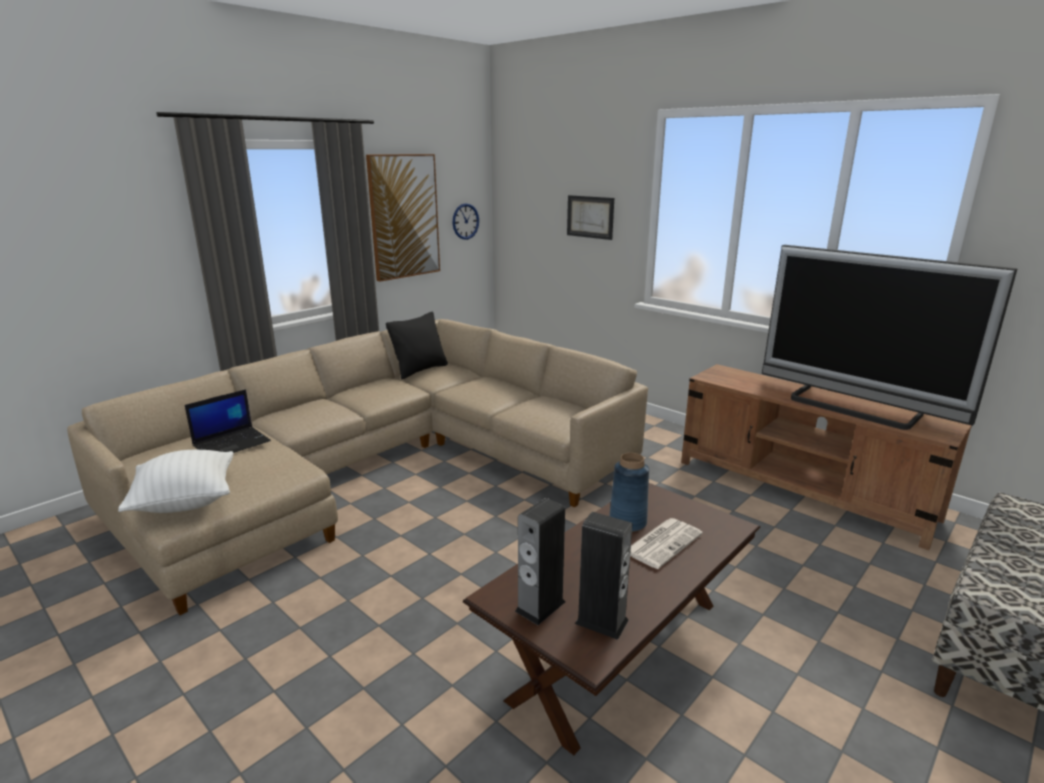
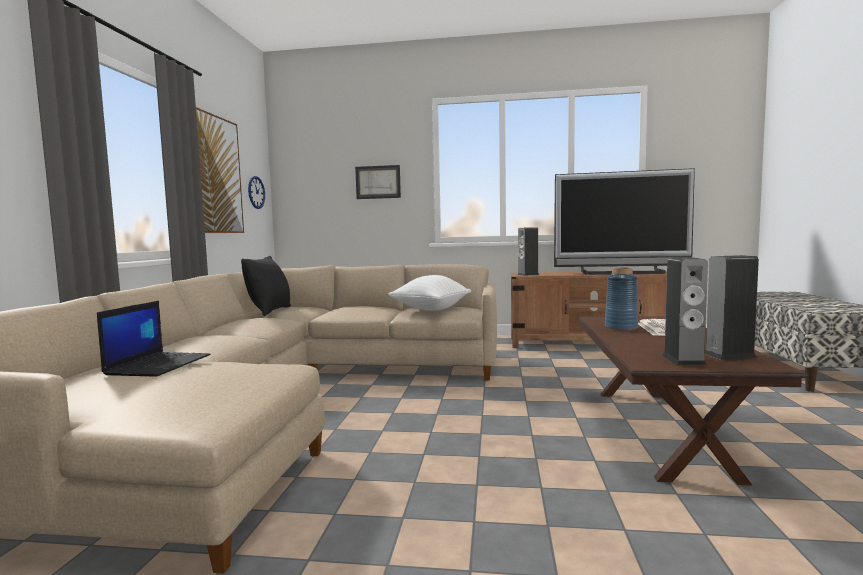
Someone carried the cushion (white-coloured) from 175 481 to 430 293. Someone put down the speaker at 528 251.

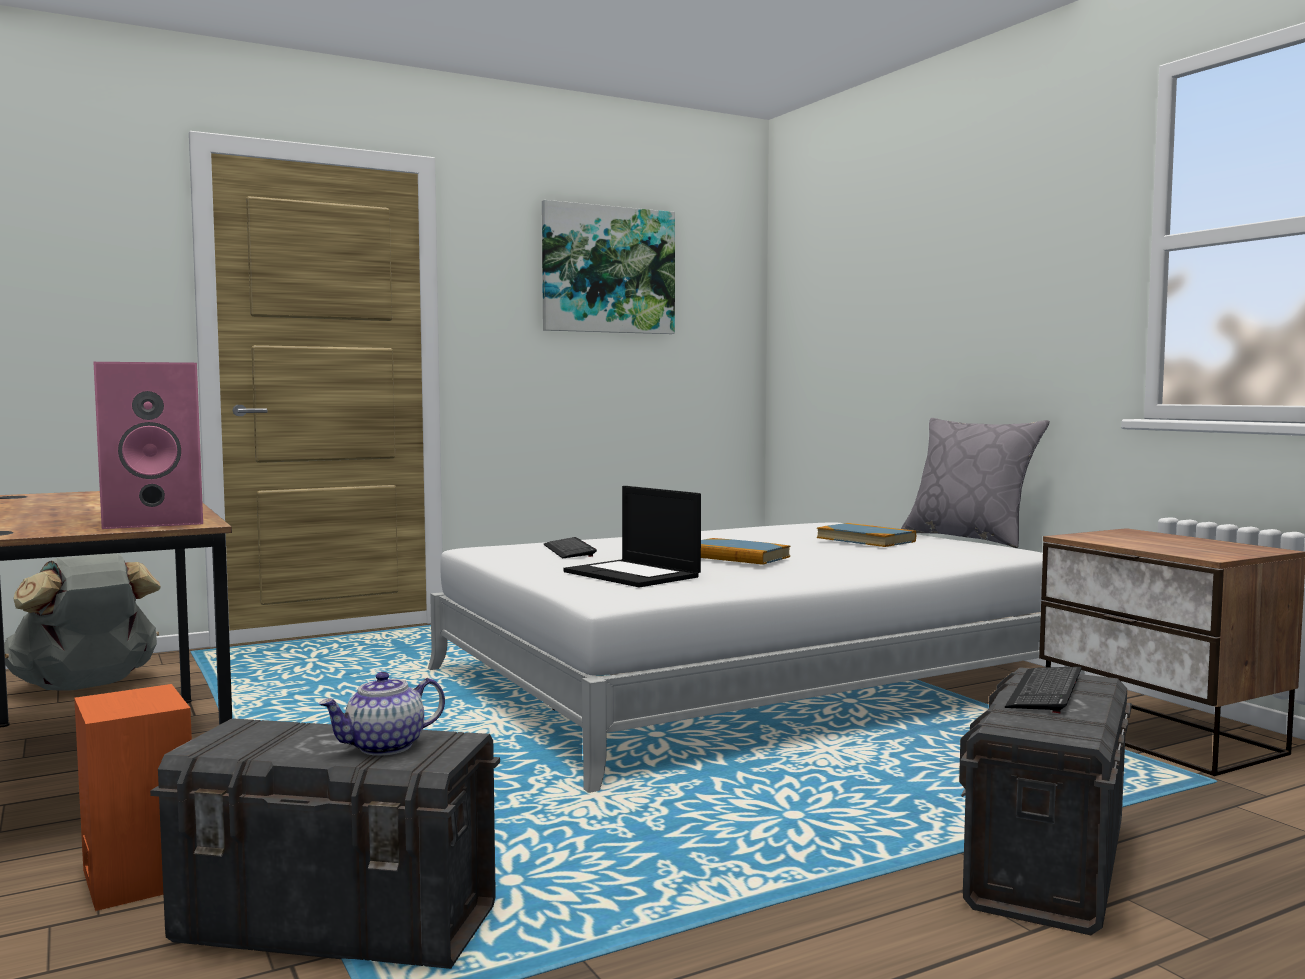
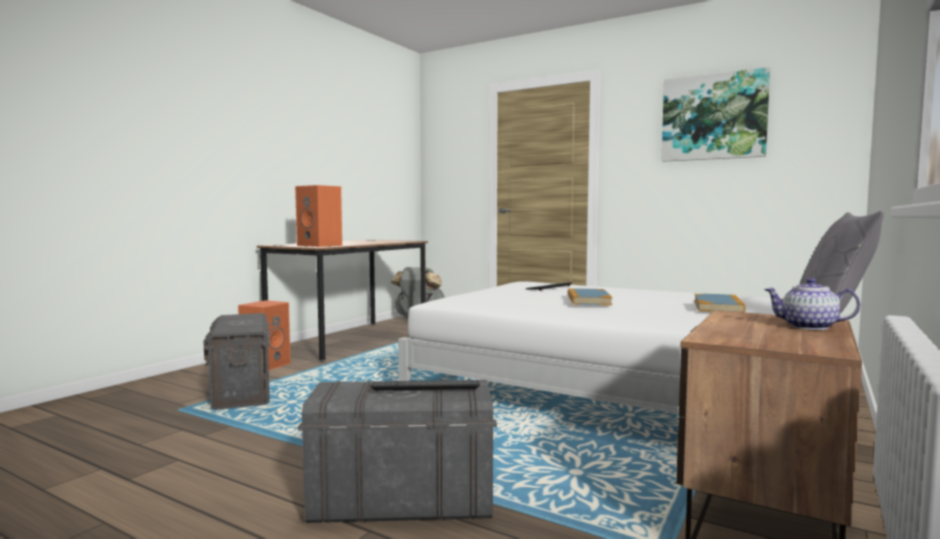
Someone repainted the speaker (pink-coloured) at 148 445, which became the speaker (orange-coloured) at 318 216. Someone carried the pot for tea from 382 714 to 812 304. Someone took away the notebook computer at 632 536.

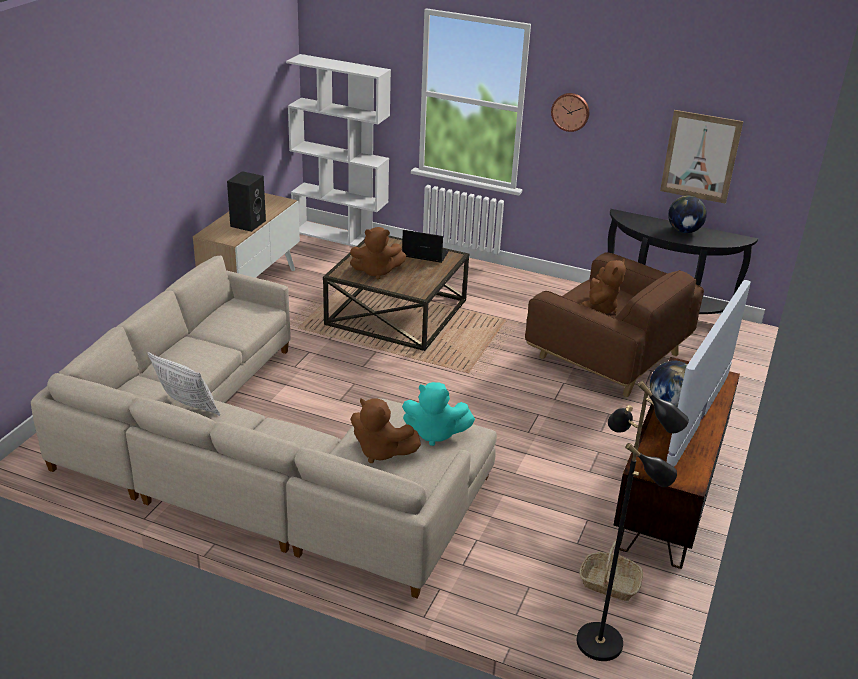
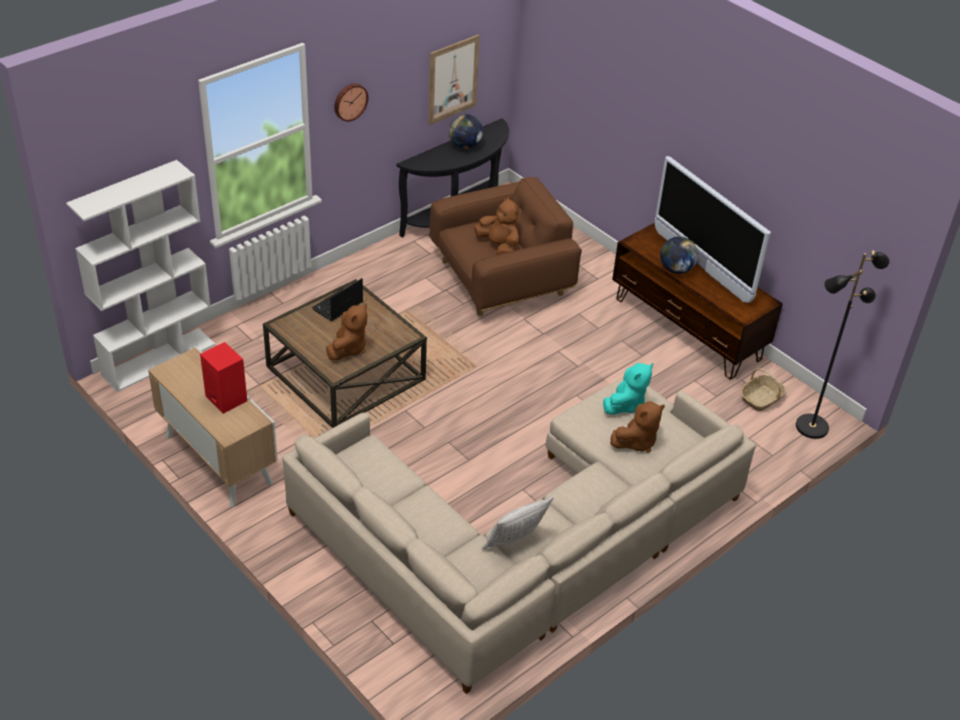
Someone repainted the speaker (blackish) at 246 201, which became the speaker (red) at 223 378.

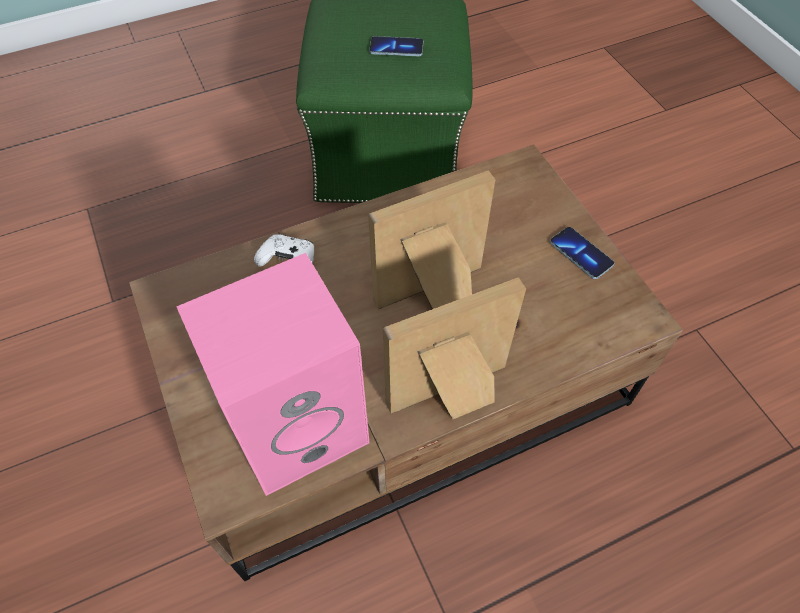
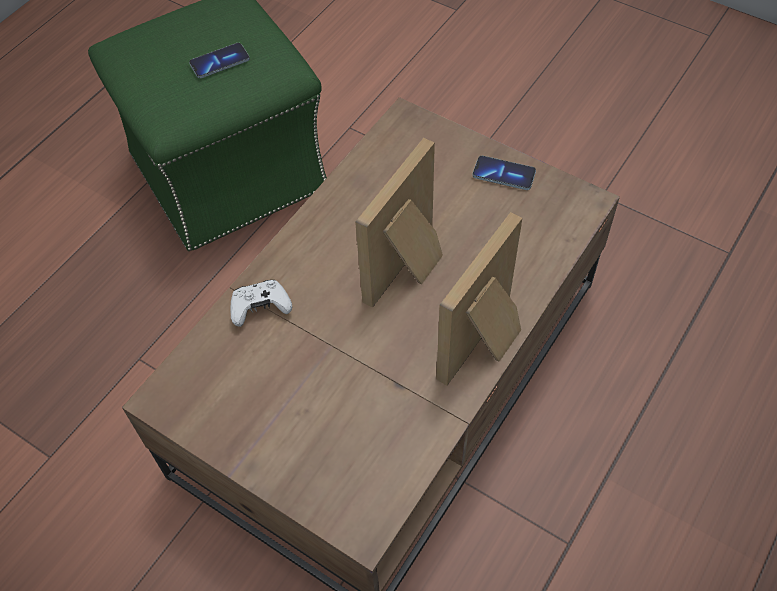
Someone took away the speaker (pink-coloured) at 272 374.

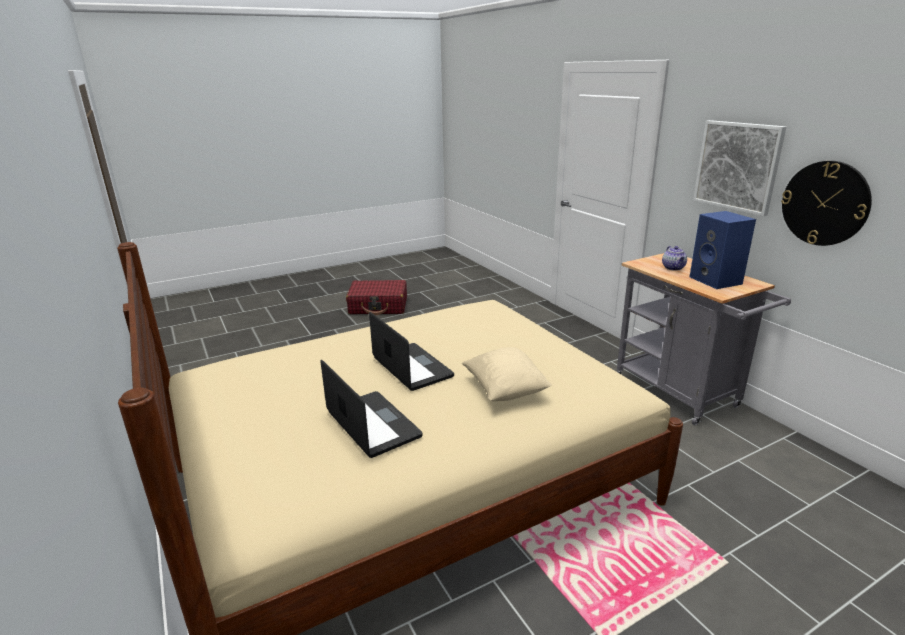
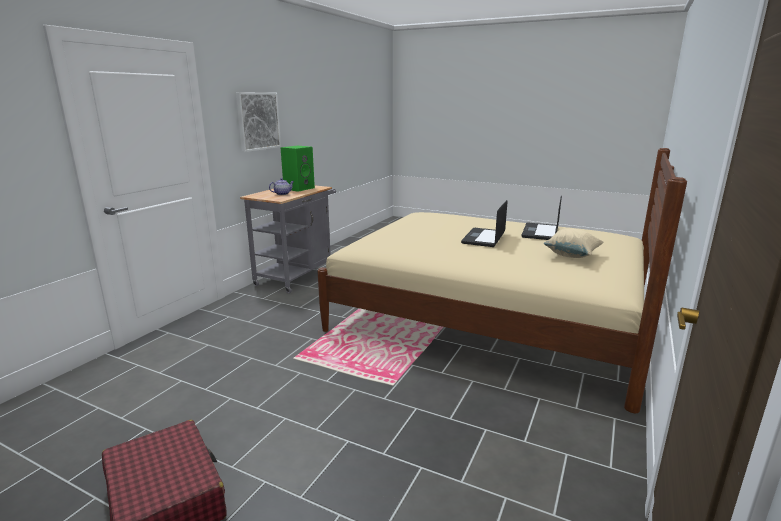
Someone carried the cushion (beige) from 507 374 to 574 243. Someone repainted the speaker (bluish) at 723 250, which became the speaker (green-coloured) at 297 169. Someone took away the clock on the wall at 826 203.

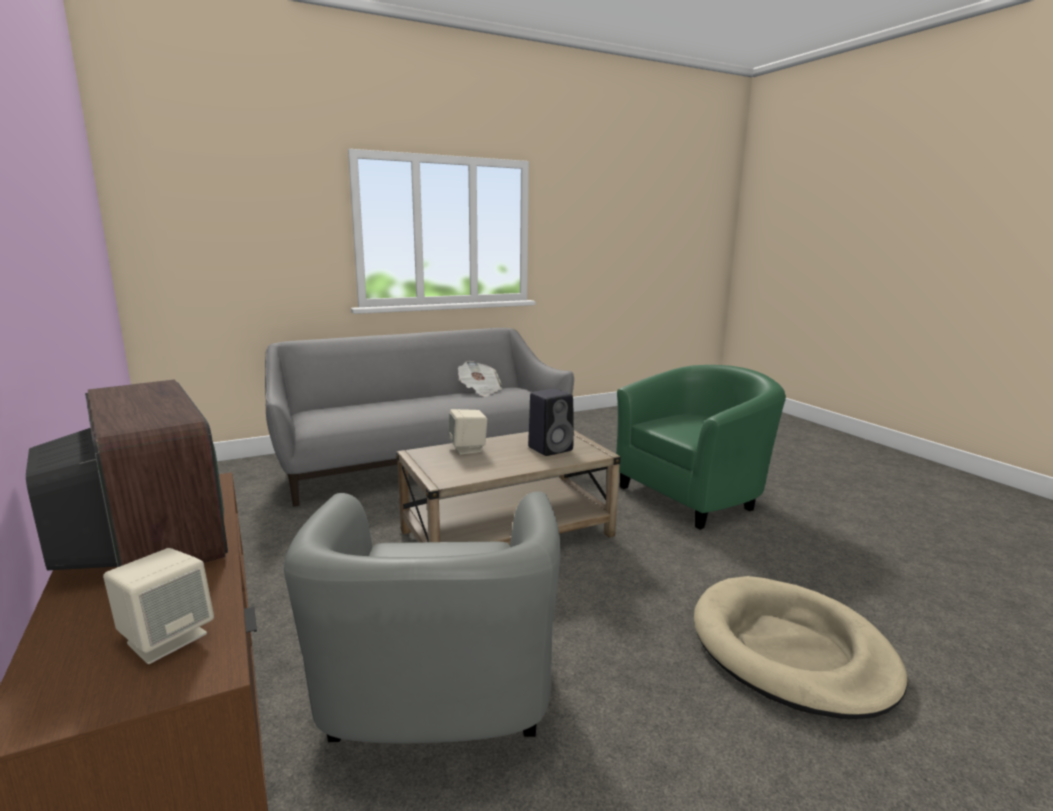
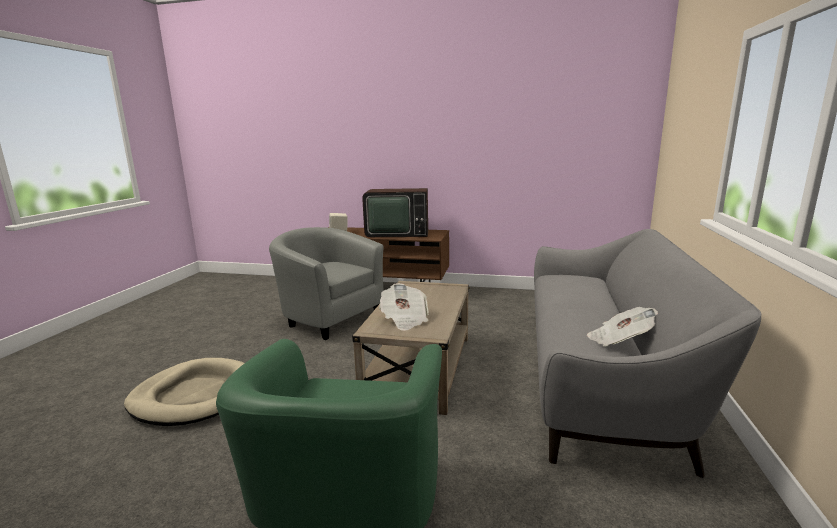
Someone took away the speaker (beige) at 467 432. Someone swapped the speaker (blackish) at 551 422 for the printed paper at 404 307.

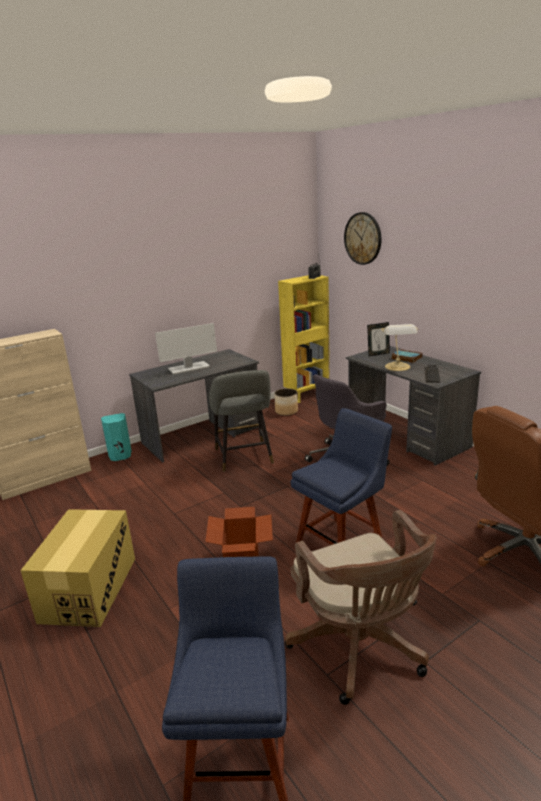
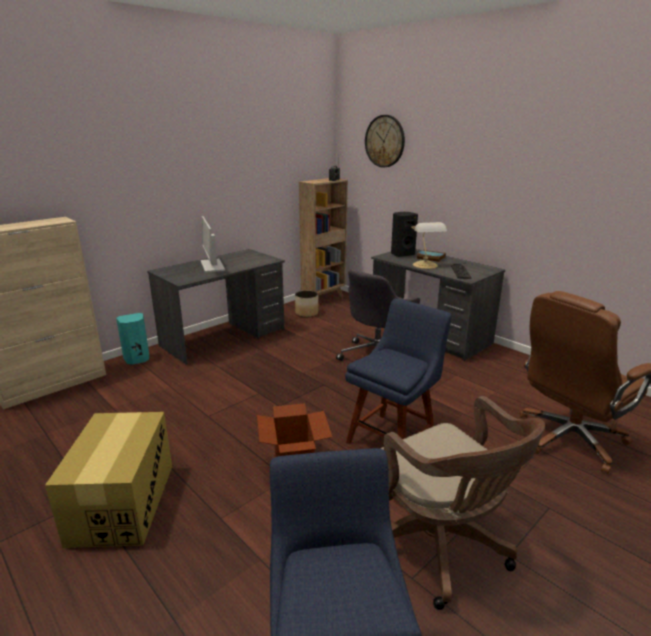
Someone rotated the monitor at 186 349 by 105 degrees clockwise. Someone took away the stool (grey) at 241 421. Someone repainted the bookcase (yellowish) at 304 339, which became the bookcase (brown-coloured) at 323 242. Someone swapped the photo frame at 378 339 for the speaker (blackish) at 404 234.

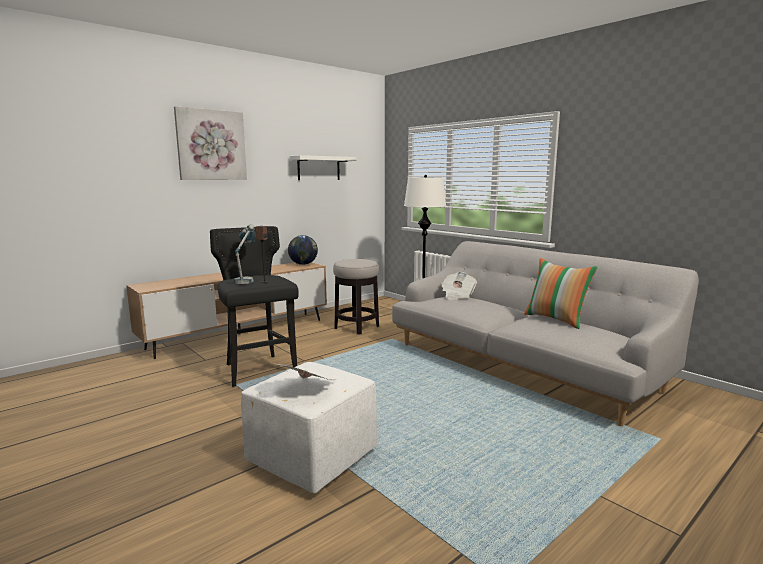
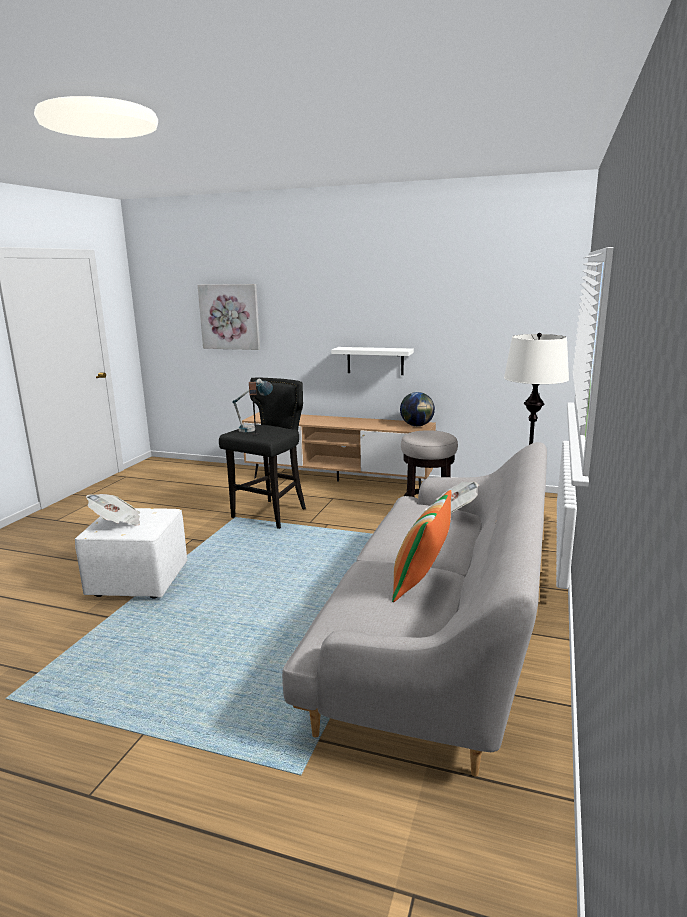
Someone carried the wall picture from 210 143 to 229 317. Someone carried the wall shelf (white-coloured) from 322 167 to 372 361.

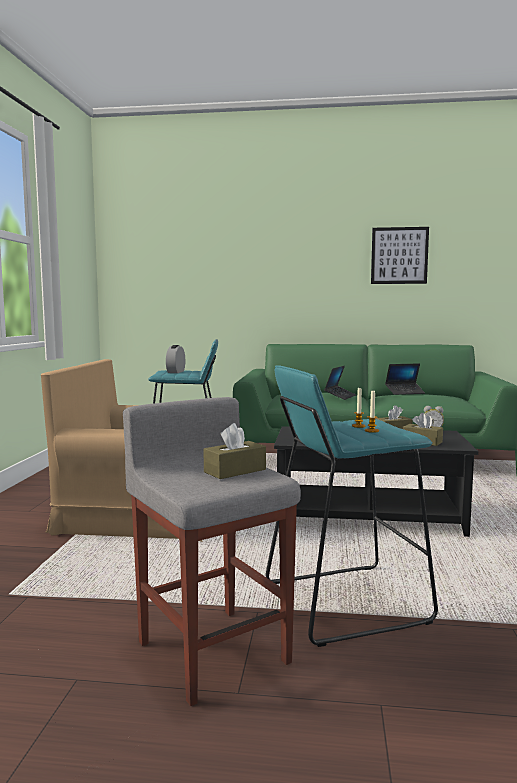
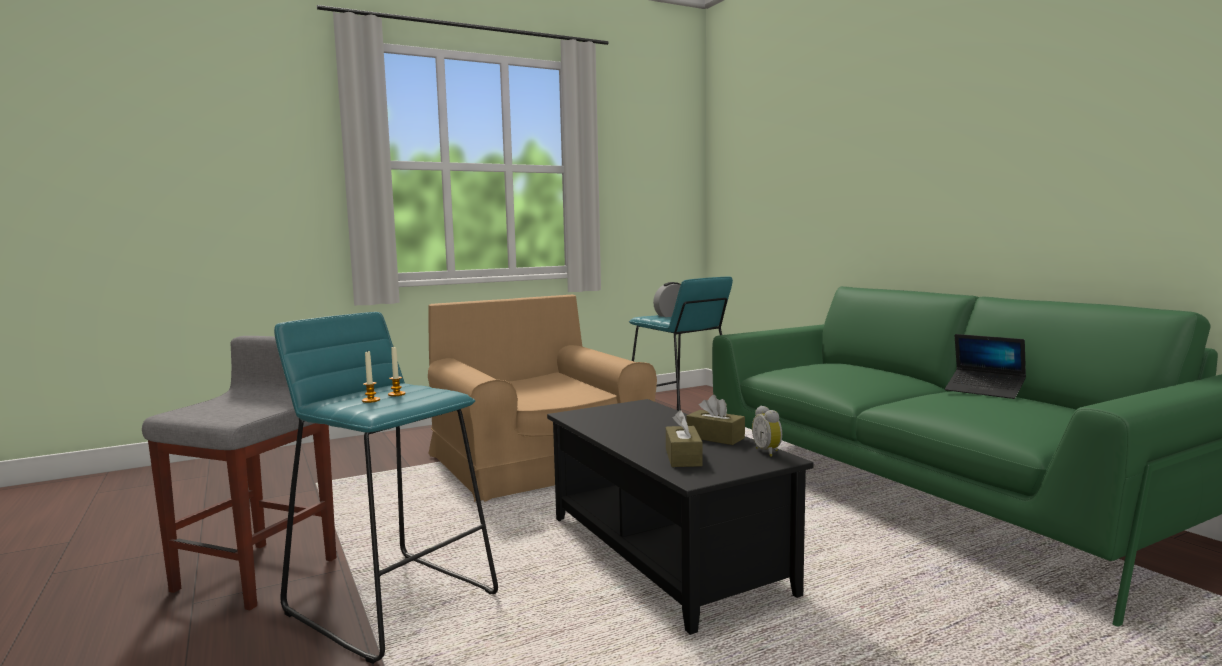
Someone took away the tissue holder (brown-coloured) at 234 451. Someone took away the notebook computer at 340 383. Someone took away the wall picture at 400 255.

